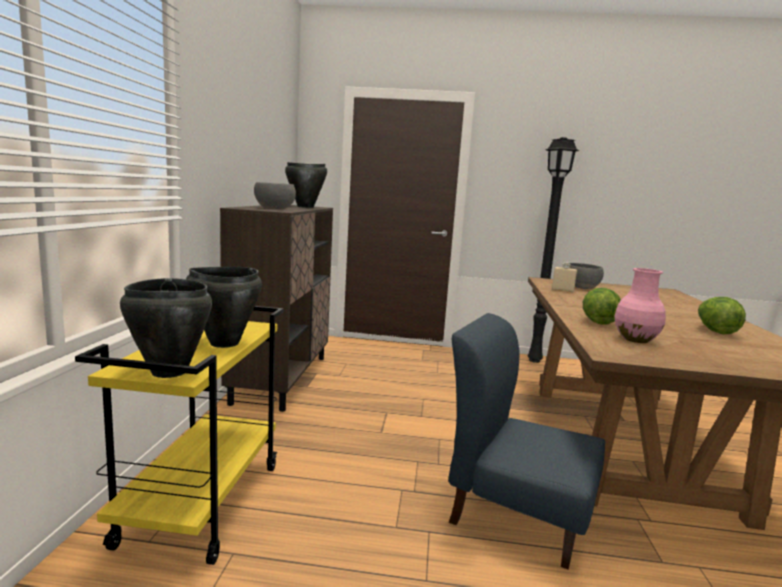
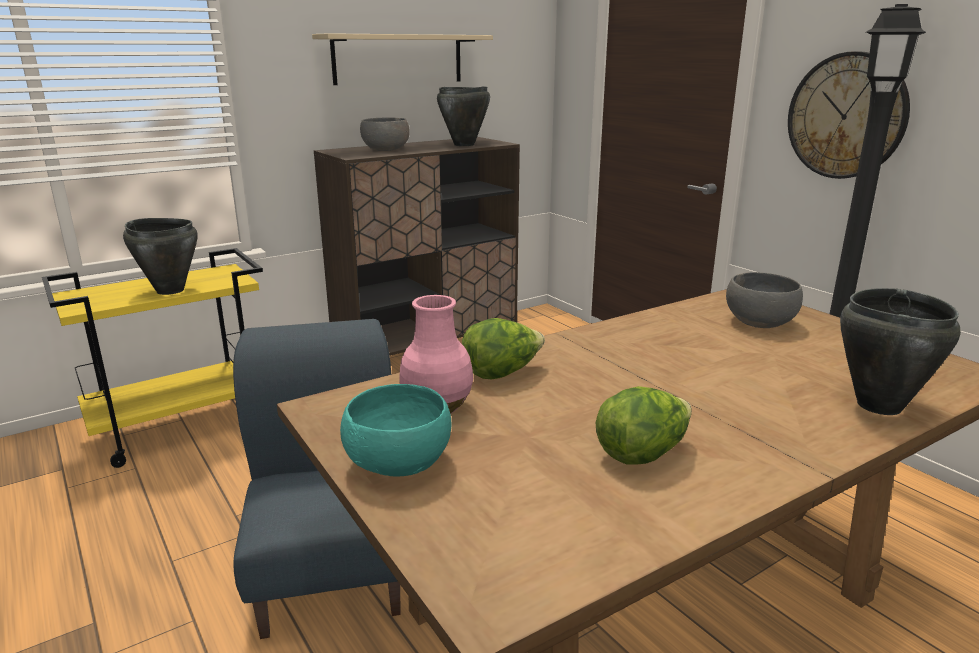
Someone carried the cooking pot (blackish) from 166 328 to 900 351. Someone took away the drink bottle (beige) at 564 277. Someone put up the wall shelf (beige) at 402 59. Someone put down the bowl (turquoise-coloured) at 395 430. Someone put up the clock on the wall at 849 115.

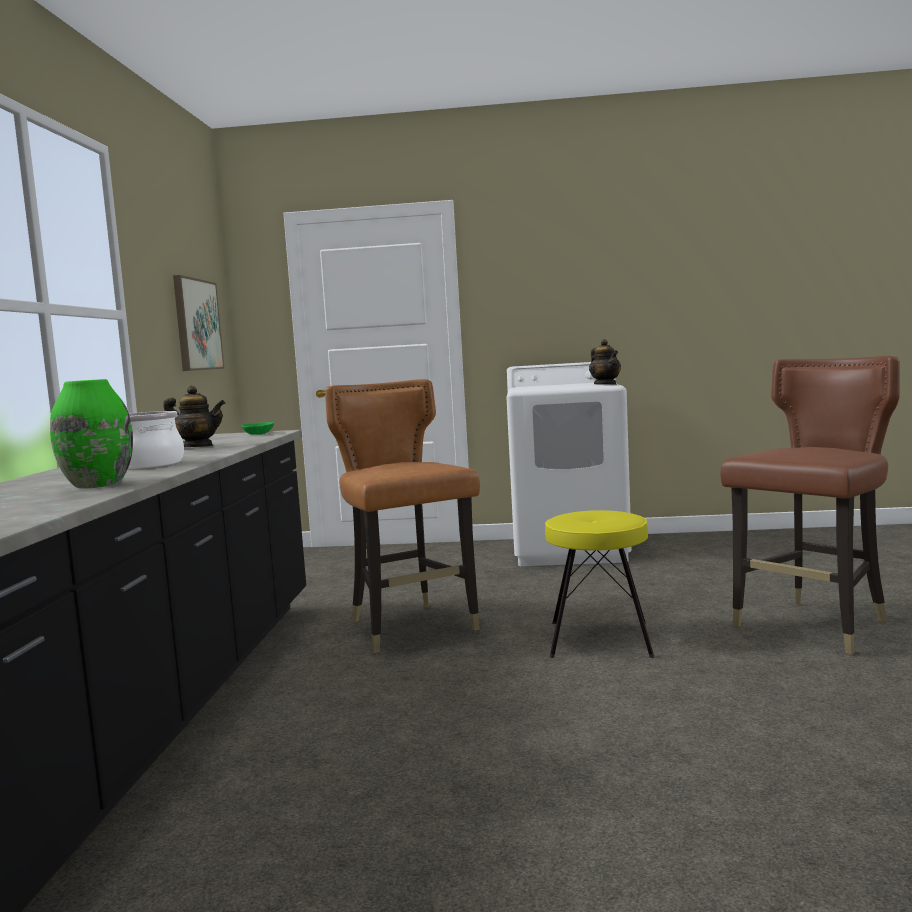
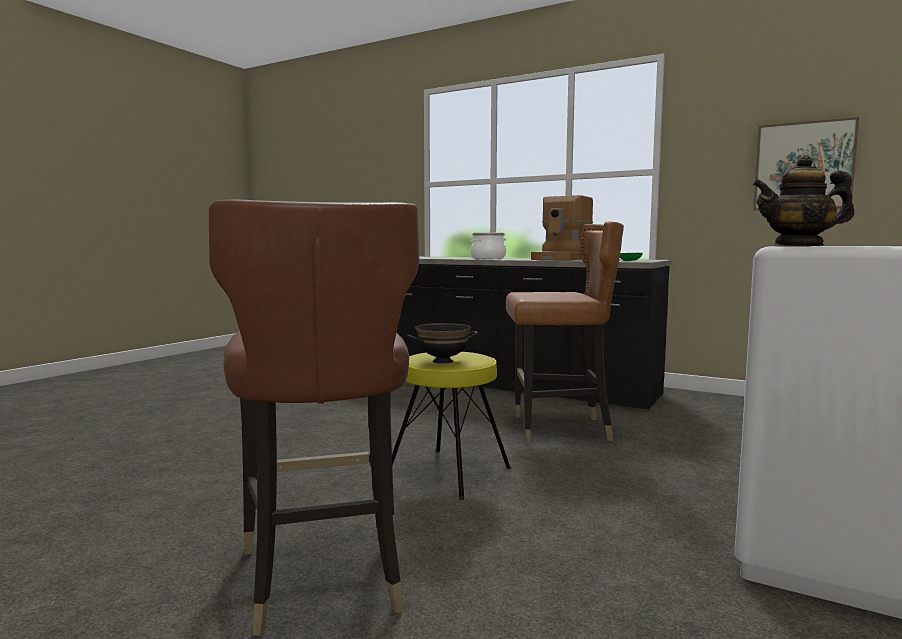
Someone took away the flower vase (green-coloured) at 91 434. Someone swapped the pot for tea at 194 416 for the coffee brewer at 562 227. Someone put down the bowl (blackish) at 442 343.

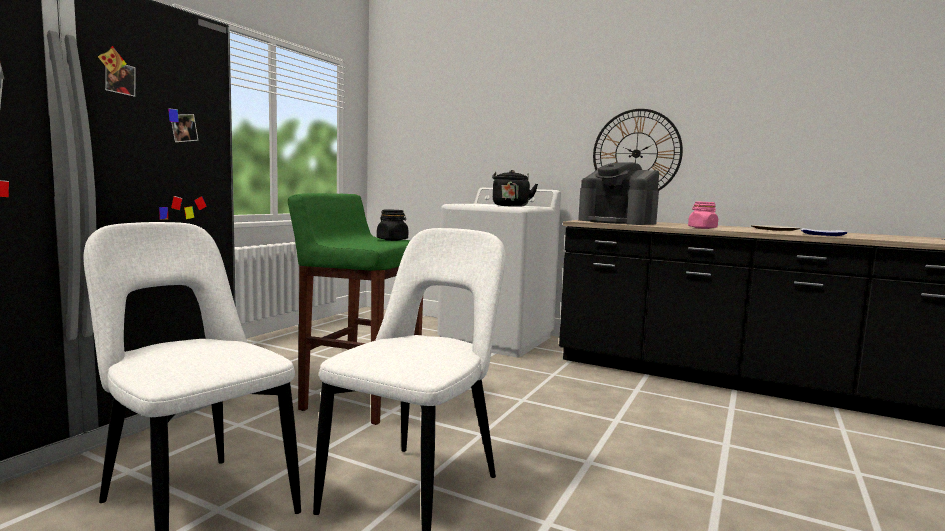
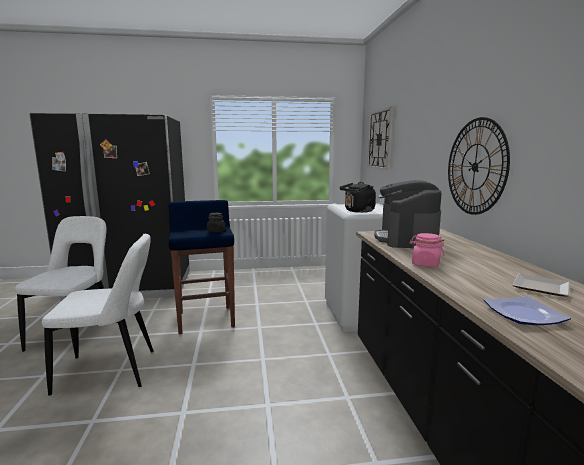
Someone repainted the stool (green-coloured) at 355 309, which became the stool (bluish) at 201 267. Someone put up the clock on the wall at 380 138.

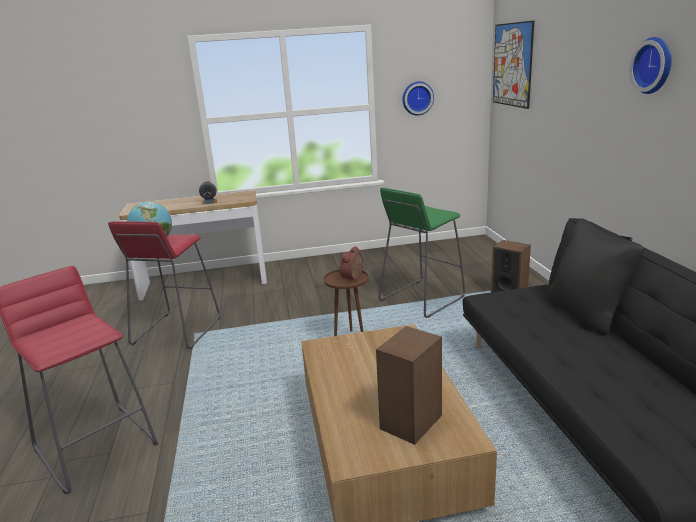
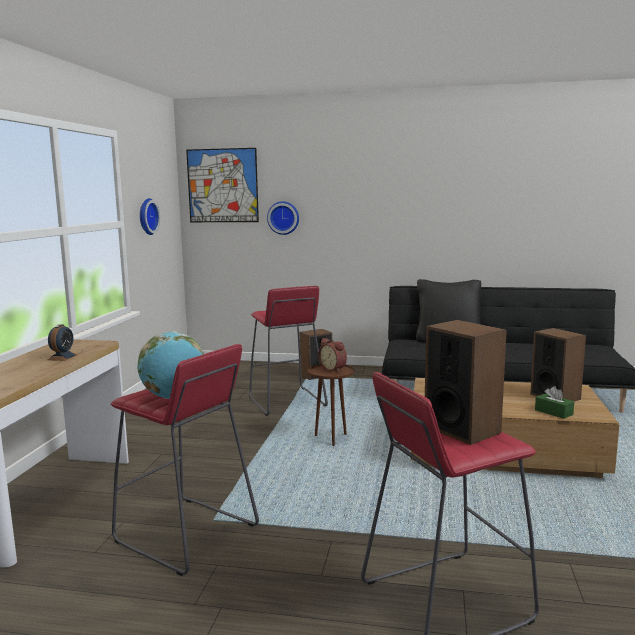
Someone repainted the stool (green-coloured) at 421 253, which became the stool (red) at 288 351. Someone carried the clock on the wall from 651 65 to 283 218. Someone put down the speaker at 466 382. Someone put down the tissue holder (green-coloured) at 554 402.

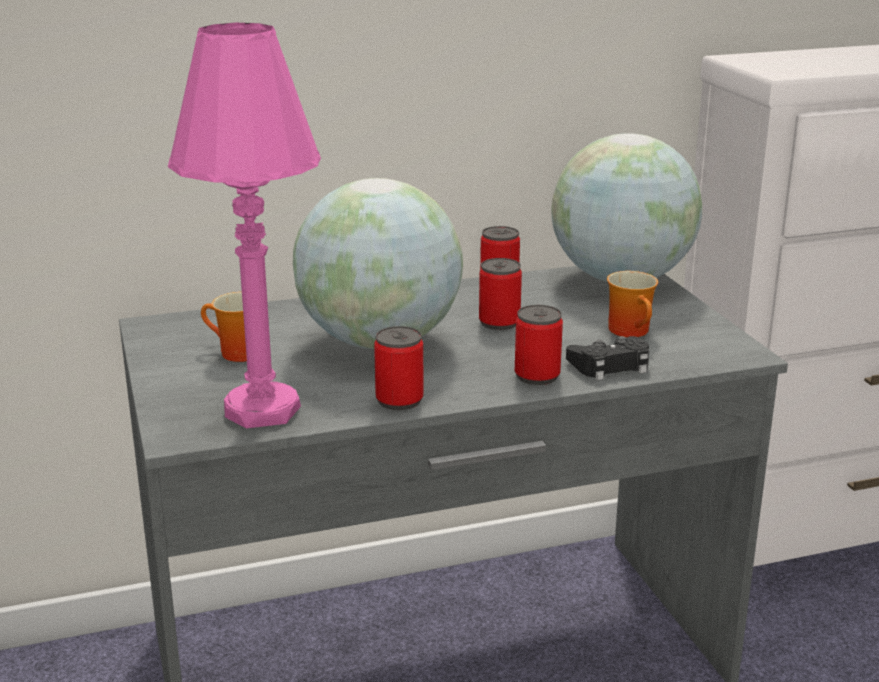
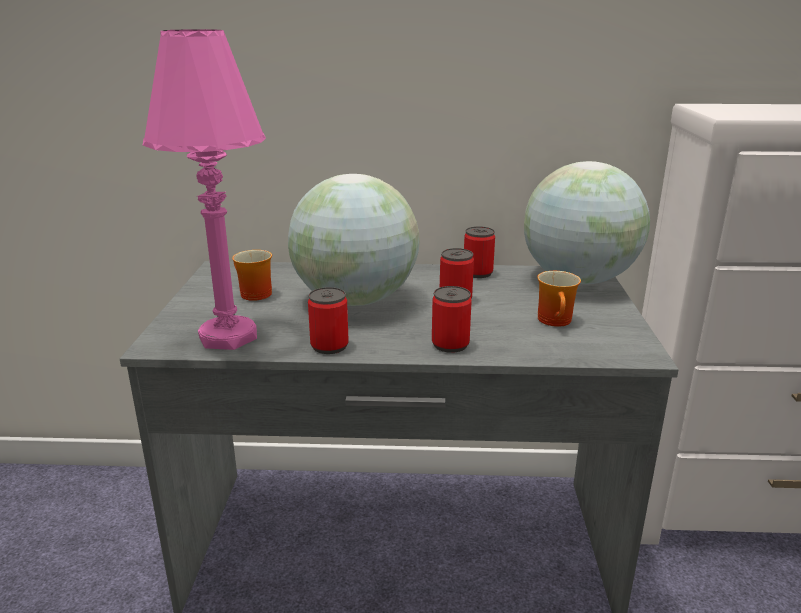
Someone took away the joypad (blackish) at 607 358.

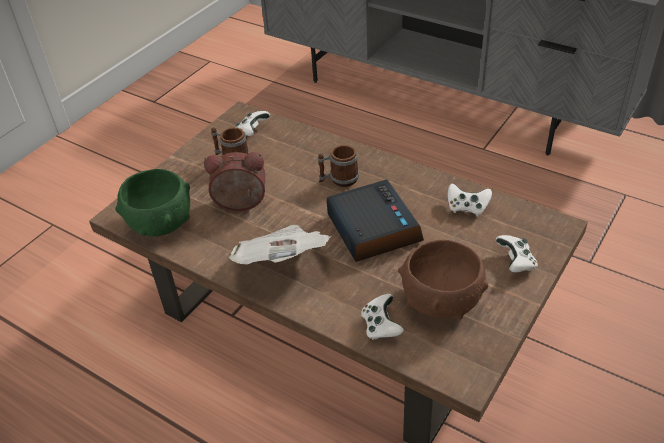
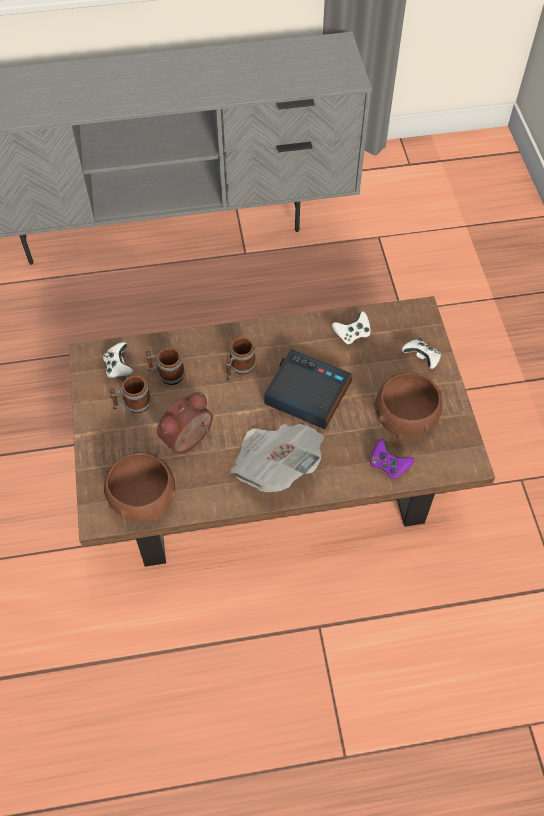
Someone repainted the bowl (green-coloured) at 152 203, which became the bowl (brown-coloured) at 140 487. Someone repainted the joypad (white-coloured) at 382 317, which became the joypad (purplish) at 392 459. Someone put down the tea mug at 165 366.

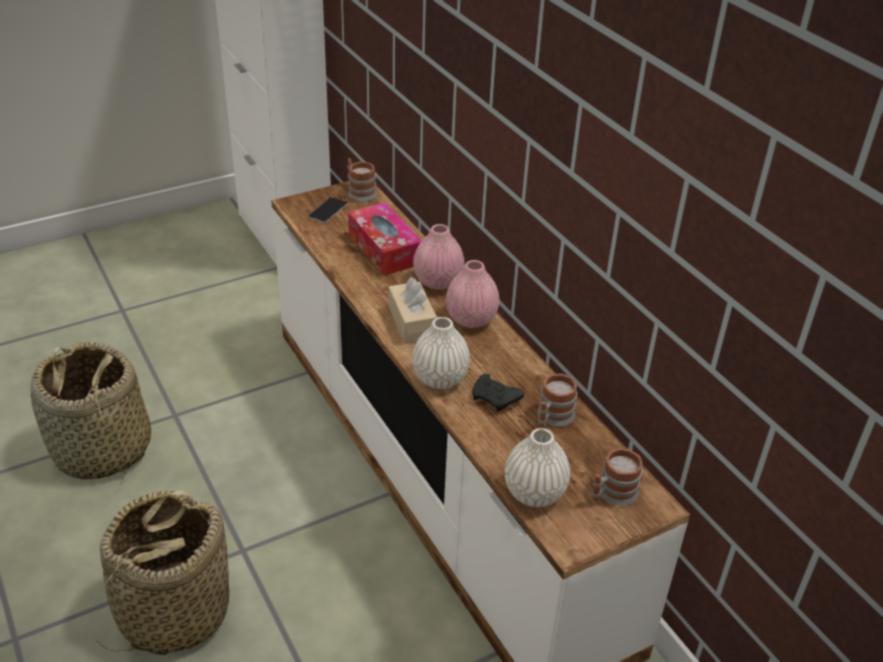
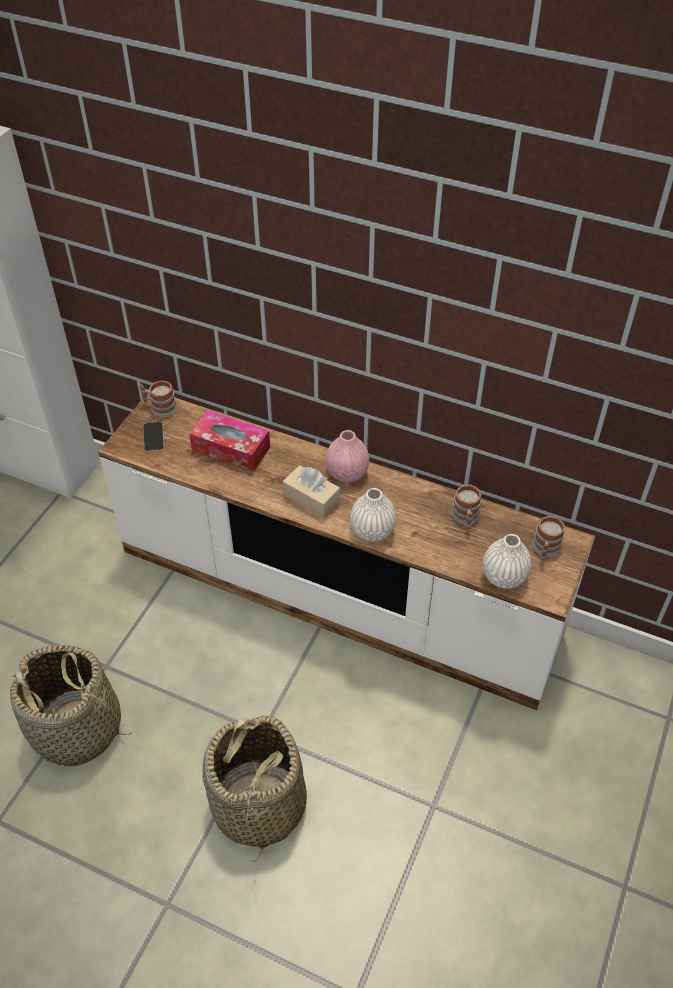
Someone took away the flower vase (pink-coloured) at 439 257. Someone took away the joypad (blackish) at 498 393.

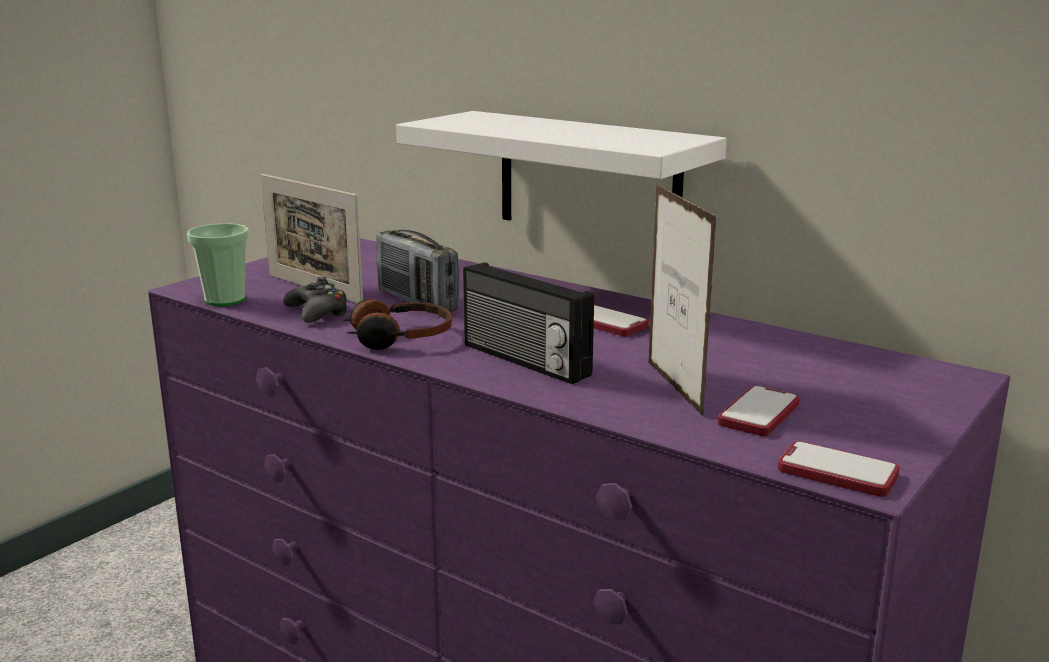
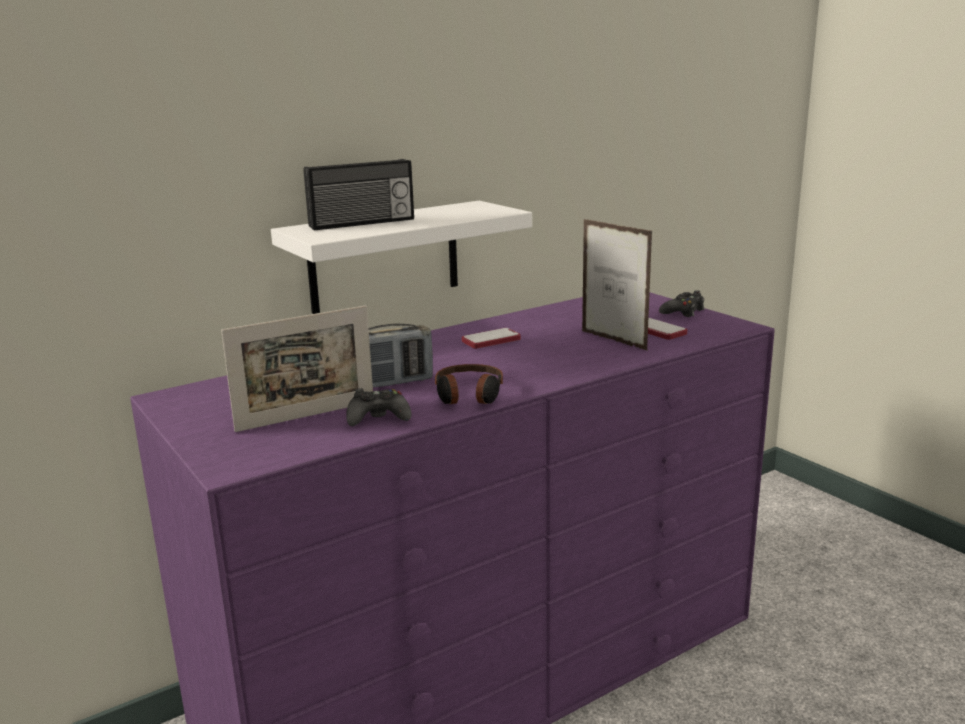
Someone took away the drinking cup at 218 264. Someone carried the radio receiver from 528 323 to 359 194. Someone rotated the photo frame at 682 300 by 45 degrees clockwise. Someone took away the handset at 838 469. Someone put down the joypad (blackish) at 682 303.

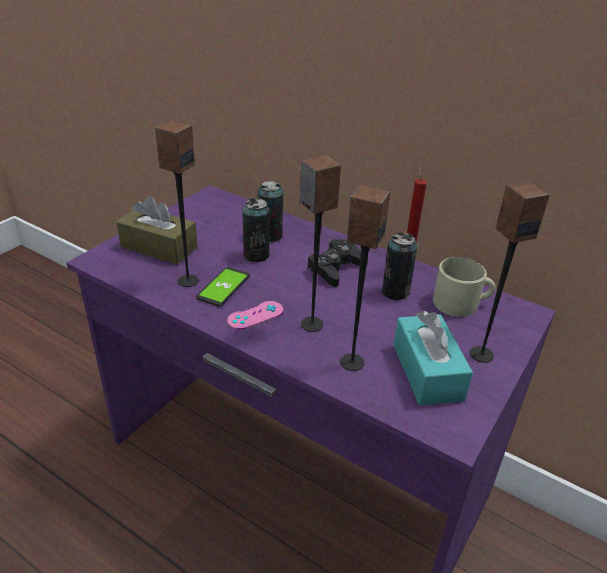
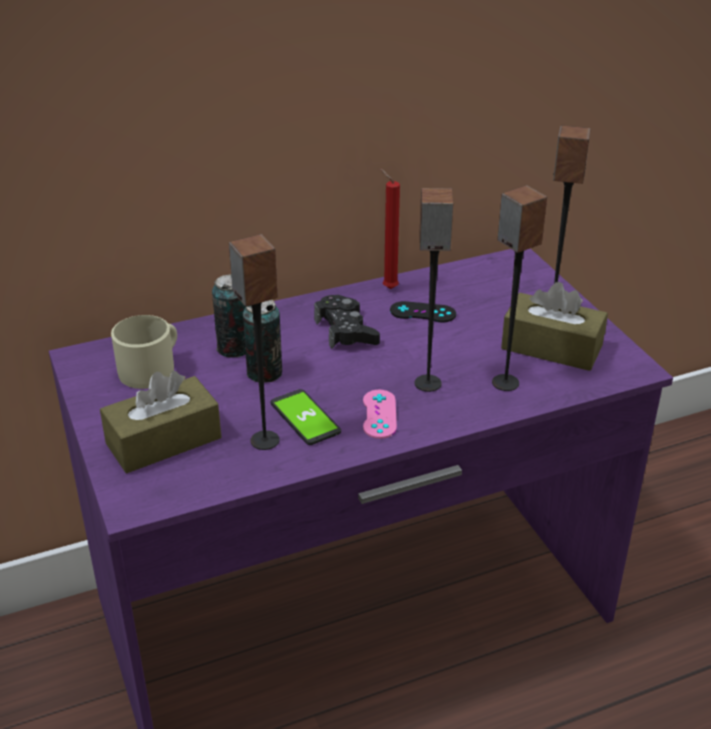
Someone swapped the can at 400 266 for the joypad (blackish) at 423 311. Someone repainted the tissue holder (turquoise-coloured) at 433 358, which became the tissue holder (brown-coloured) at 554 326. Someone carried the tea mug (beige) from 464 287 to 144 352.

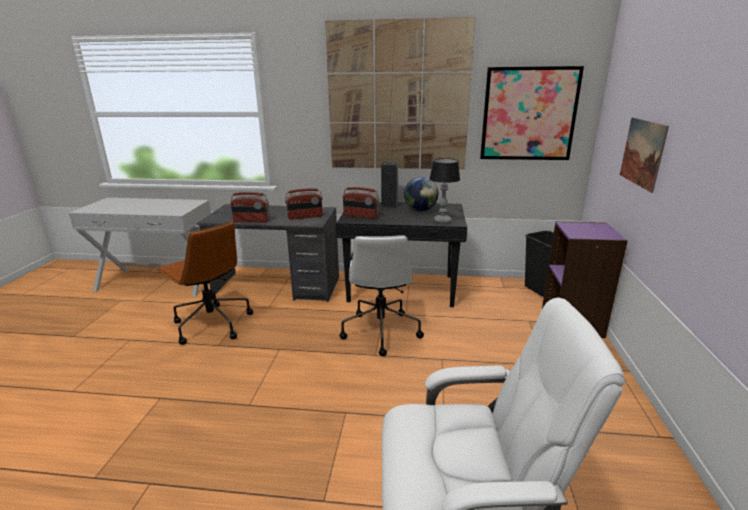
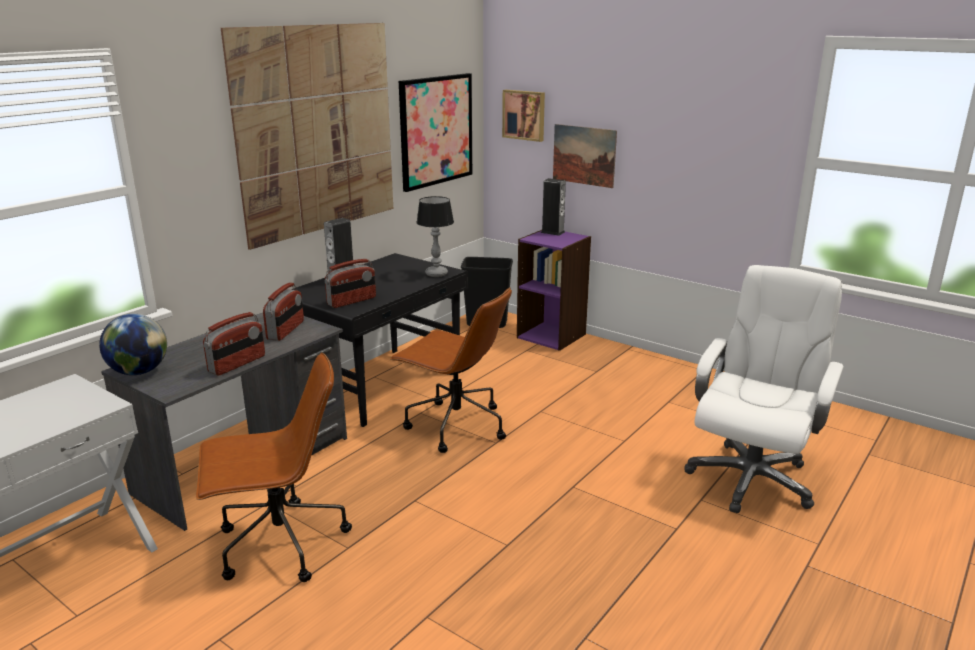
Someone repainted the office chair (white-coloured) at 381 295, which became the office chair (brown-coloured) at 451 370. Someone carried the world globe from 421 194 to 133 344. Someone put up the wall picture at 523 116. Someone put down the speaker at 553 207.

